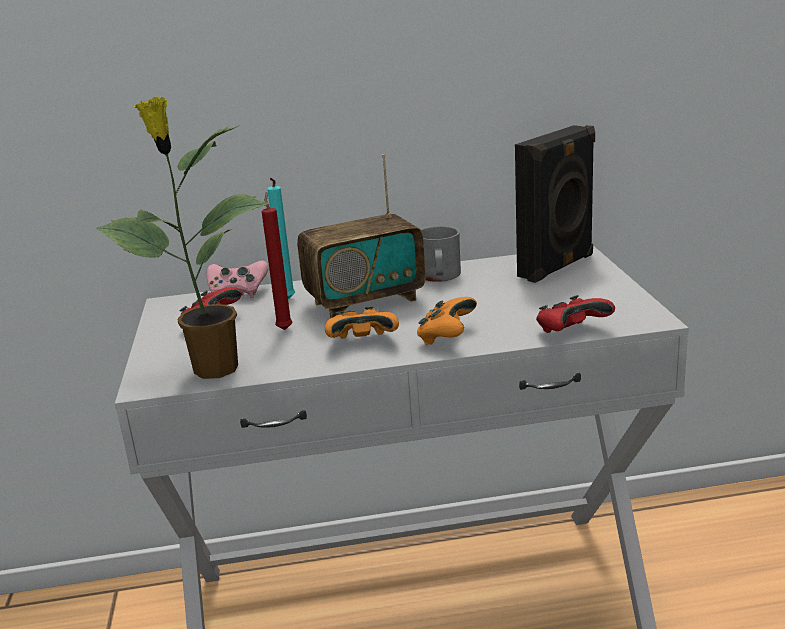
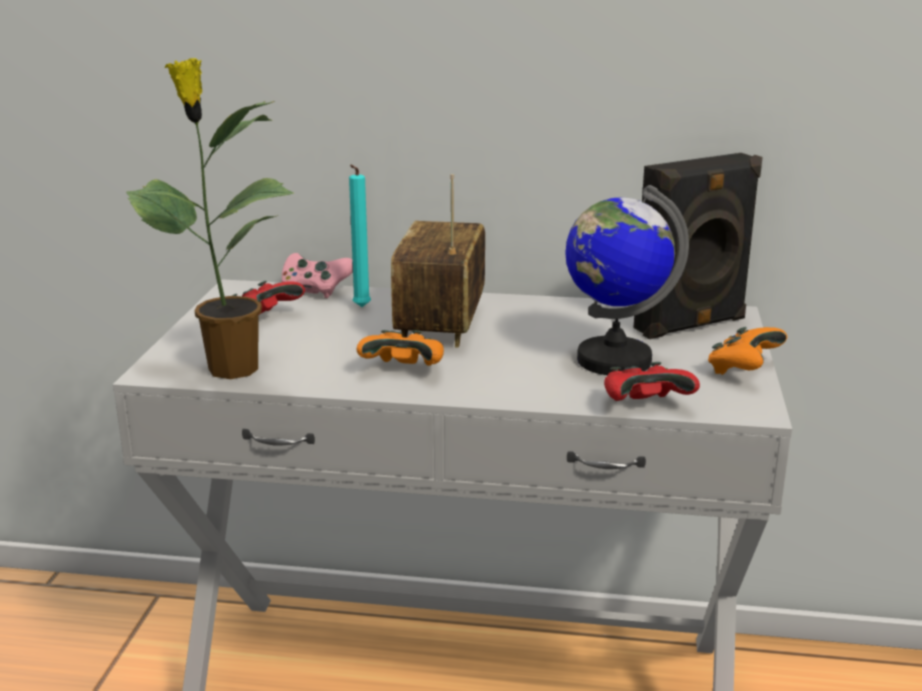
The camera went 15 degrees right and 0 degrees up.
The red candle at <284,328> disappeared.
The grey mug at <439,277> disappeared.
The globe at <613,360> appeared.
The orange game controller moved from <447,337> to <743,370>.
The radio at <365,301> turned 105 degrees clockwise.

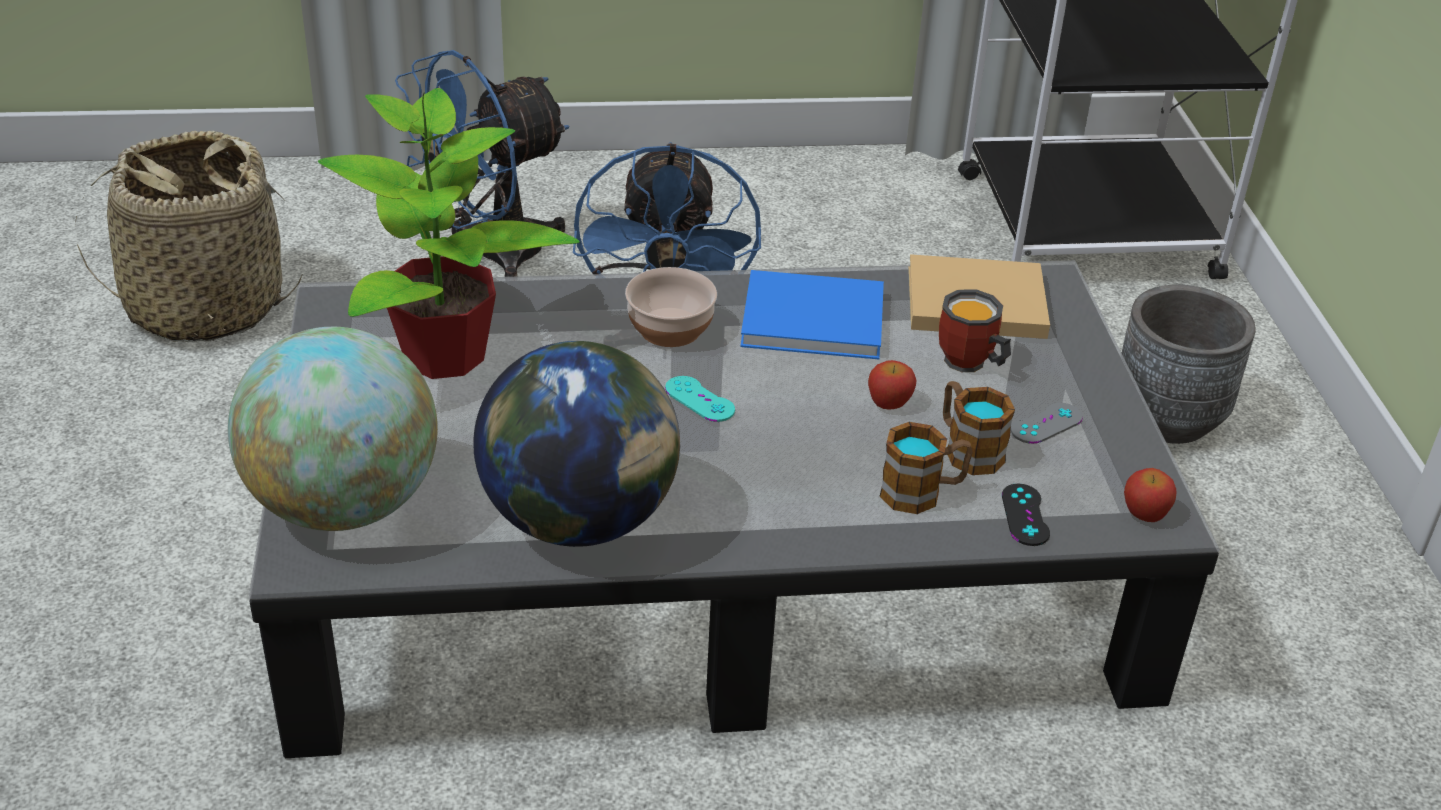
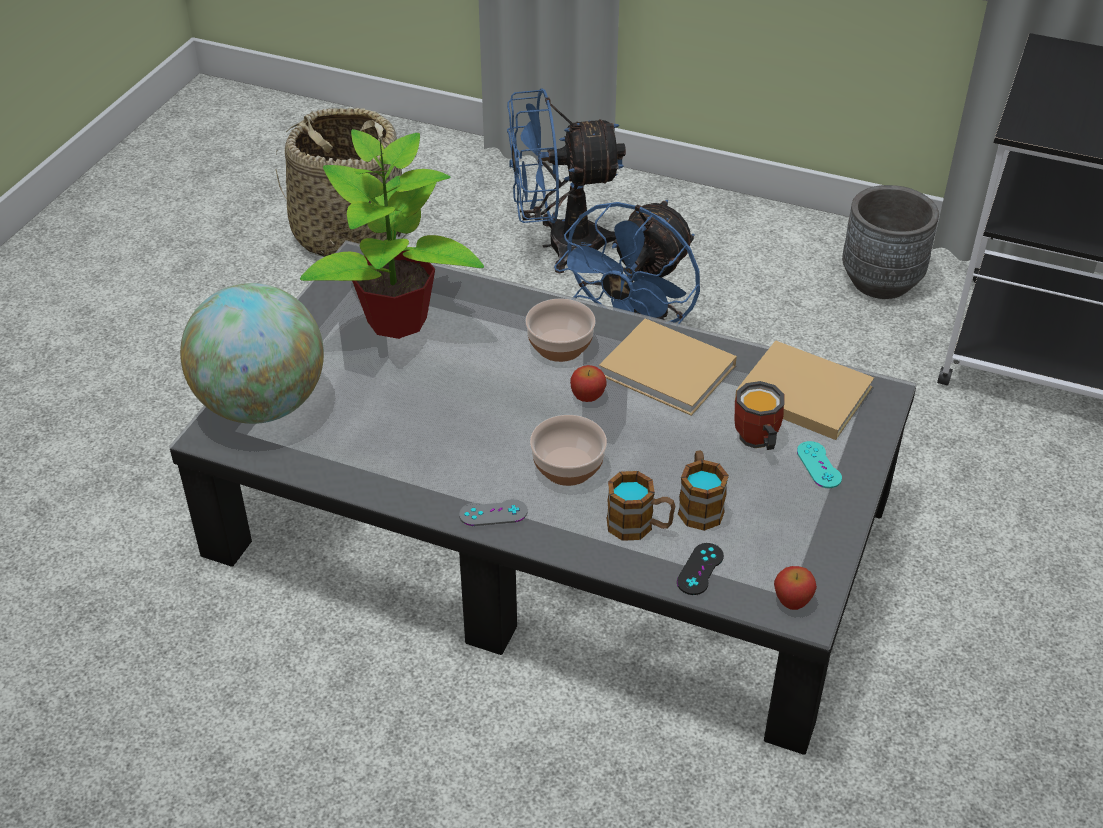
The camera went 30 degrees right and 5 degrees up.
The globe at <580,519> disappeared.
The bowl at <568,468> appeared.
The turquoise game controller moved from <699,399> to <819,465>.
The apple moved from <889,403> to <588,396>.
The grey game controller moved from <1046,424> to <493,513>.
The grey planter moved from <1168,418> to <881,281>.
The blue book at <817,320> became the beige book at <670,372>.

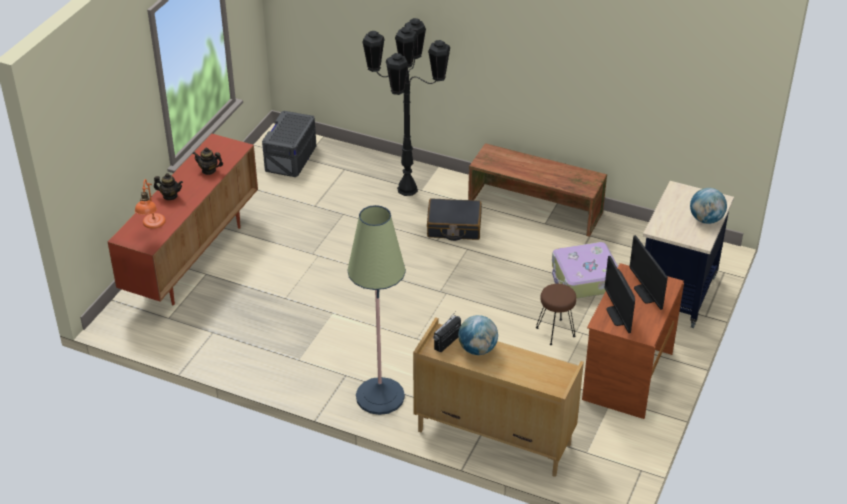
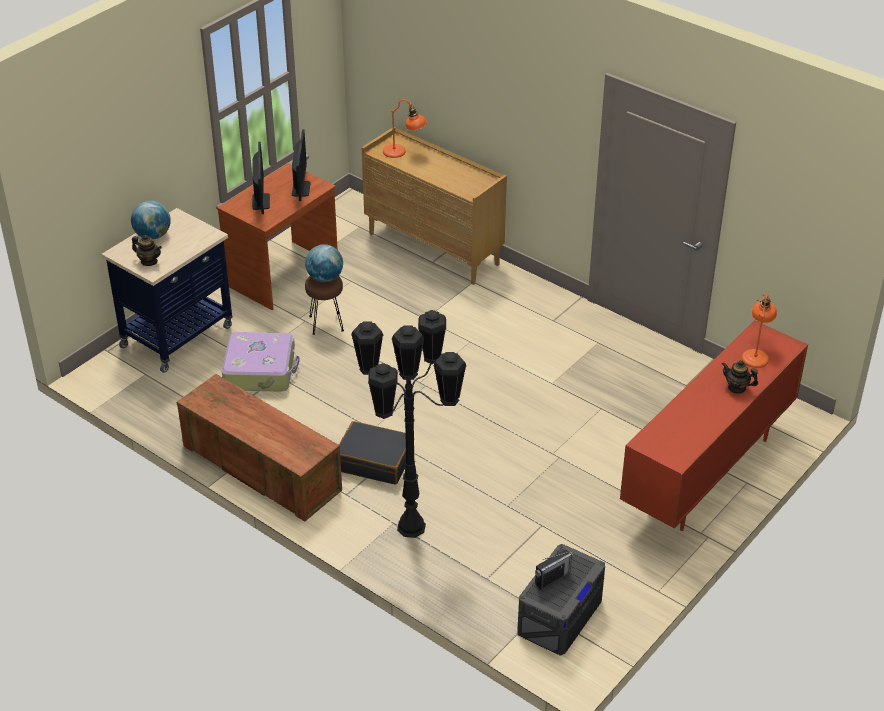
The camera went 165 degrees left and 0 degrees up.
The floor lamp at <380,396> disappeared.
The orange table lamp at <404,152> appeared.
The teapot moved from <209,170> to <149,261>.
The radio moved from <447,342> to <552,578>.
The globe moved from <477,349> to <325,278>.

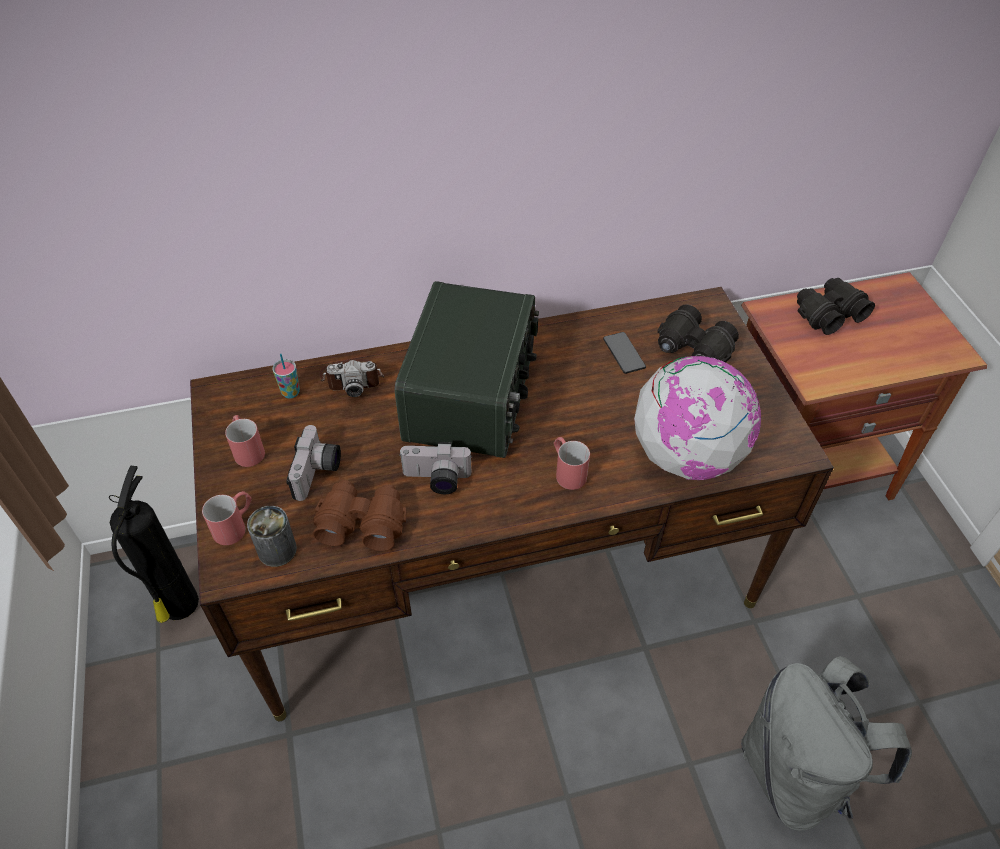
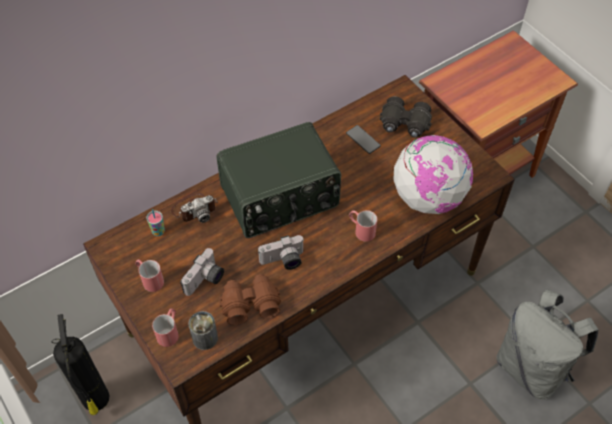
The camera went 20 degrees left and 5 degrees up.
The black binoculars at <828,313> disappeared.
The photo camera at <318,473> turned 45 degrees clockwise.
The radio at <473,396> turned 75 degrees clockwise.

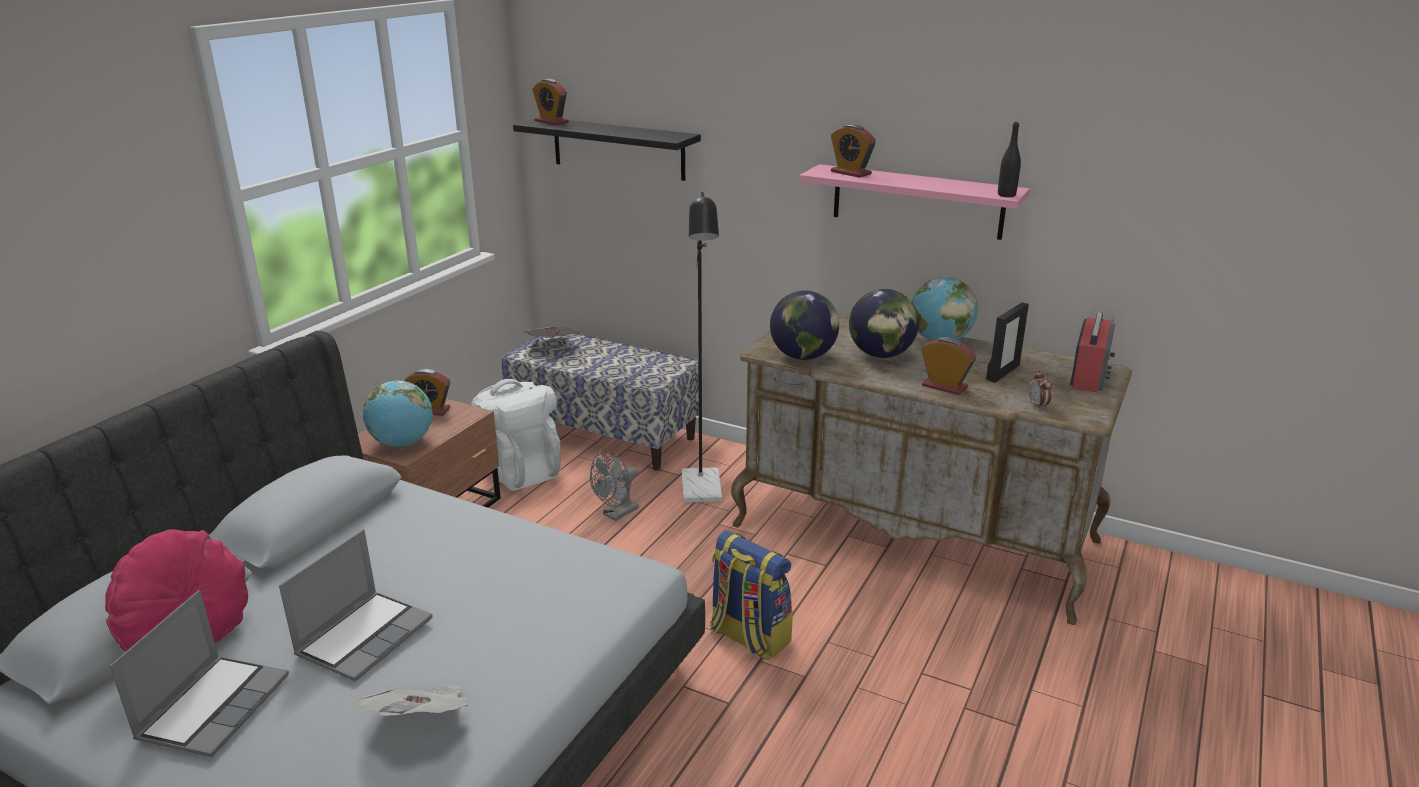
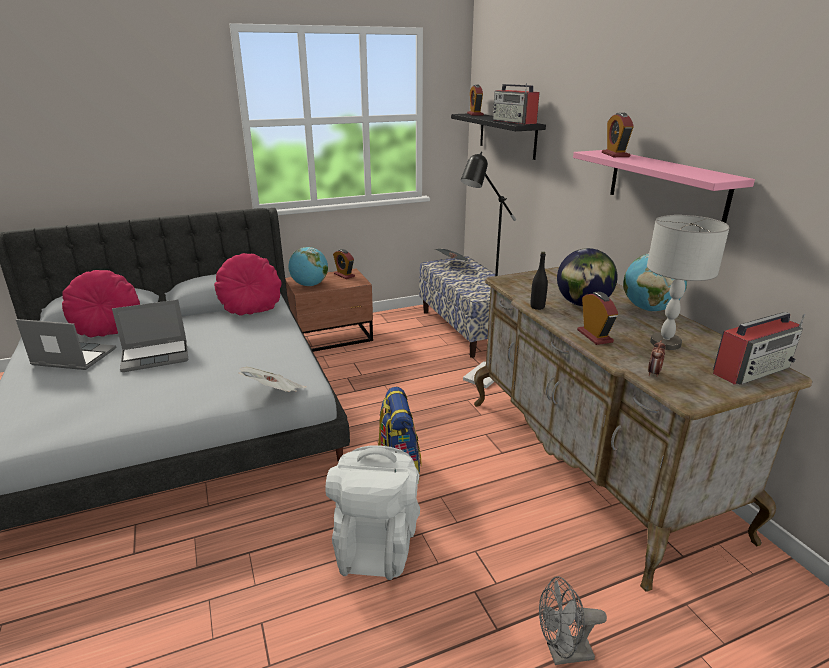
The camera went 40 degrees right and 0 degrees up.
The globe at <803,356> disappeared.
The pink pillow at <252,311> appeared.
The radio at <514,122> appeared.
The newspaper moved from <422,721> to <275,394>.
The white backpack moved from <519,470> to <376,543>.
The grey fan moved from <617,514> to <563,653>.
The black bottle moved from <1006,195> to <537,307>.
The picture frame at <1003,372> was replaced by the grey table lamp at <665,343>.
The laptop at <214,706> turned 135 degrees counterclockwise.

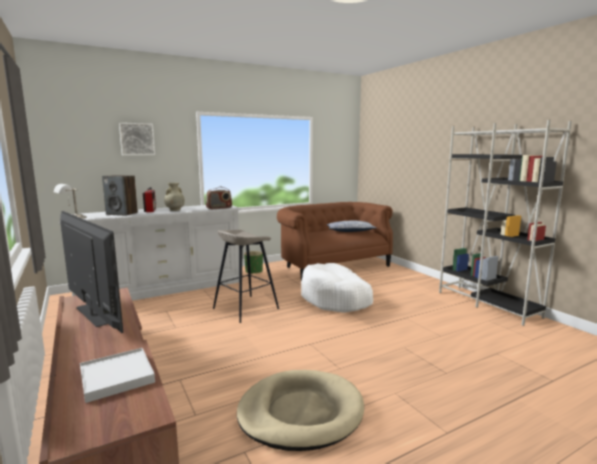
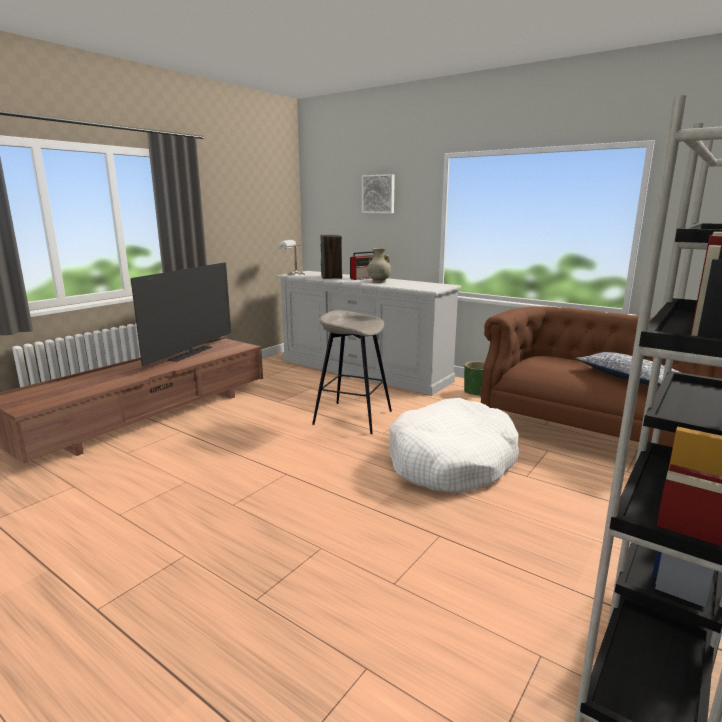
The camera went 65 degrees right and 5 degrees up.
The white tray at <116,377> disappeared.
The radio at <219,208> disappeared.
The beige dog bed at <300,413> disappeared.

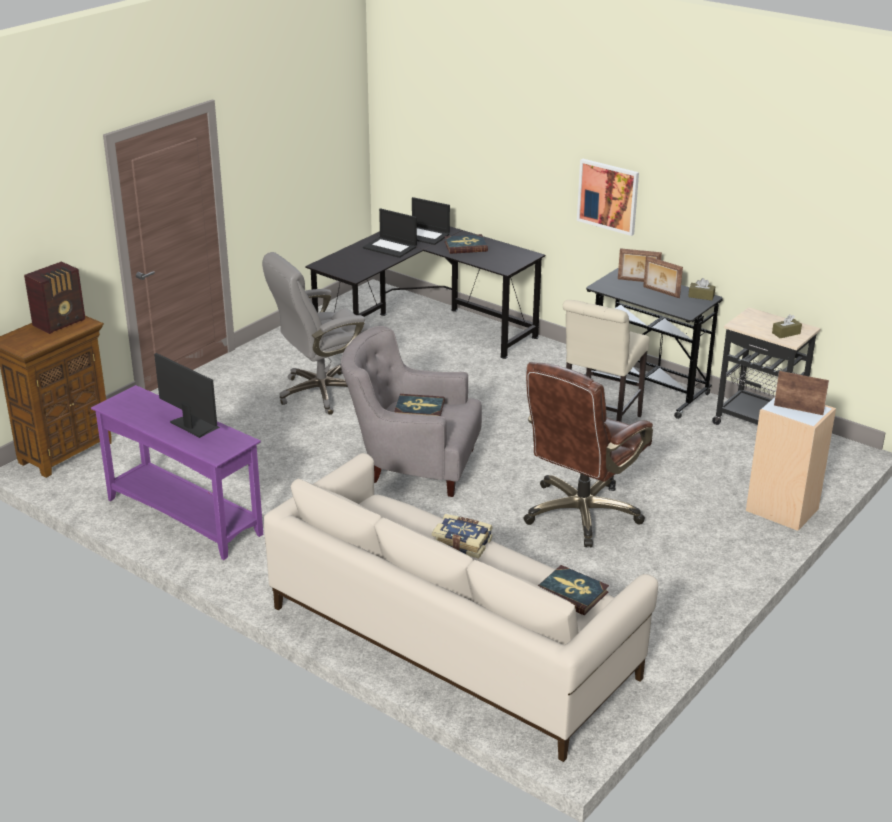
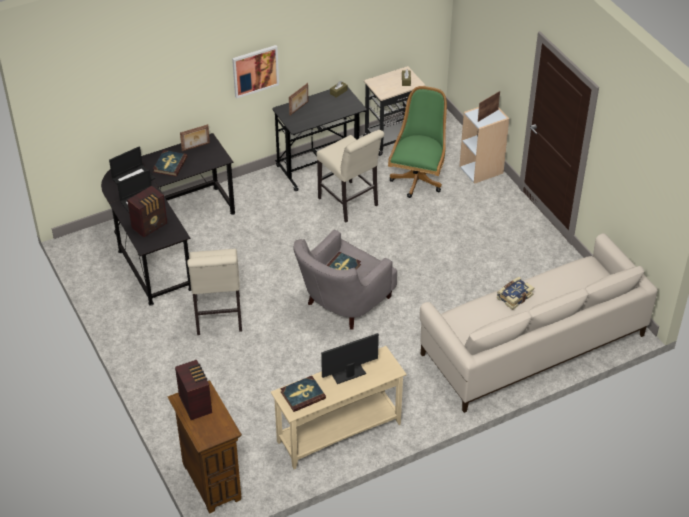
The camera went 65 degrees left and 15 degrees up.
The brown office chair at <582,512> disappeared.
The radio at <150,225> appeared.
The green office chair at <418,178> appeared.
The book moved from <572,593> to <302,395>.
The picture frame moved from <660,292> to <196,147>.
The grey office chair at <323,392> was replaced by the beige stool at <218,318>.
The purple console table at <183,517> became the beige console table at <338,433>.

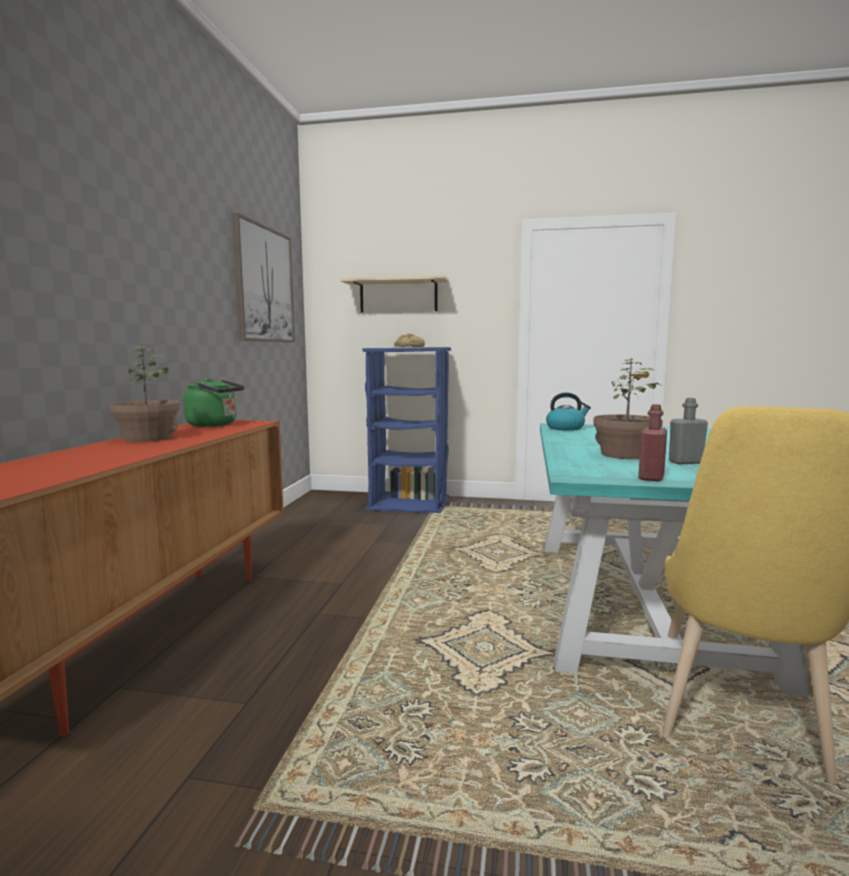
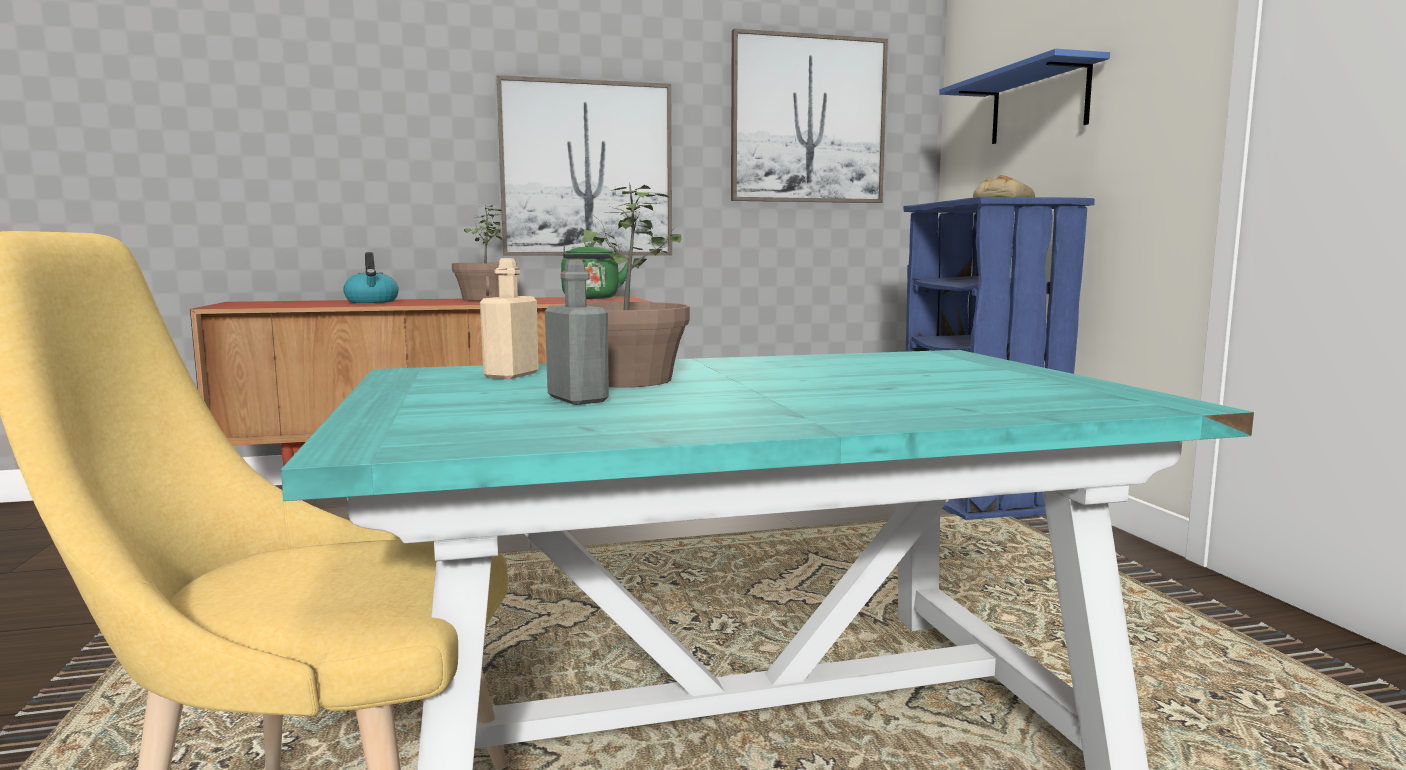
The camera went 65 degrees right and 0 degrees up.
The red bottle at <651,477> disappeared.
The beige bottle at <511,375> appeared.
The picture at <587,169> appeared.
The kettle moved from <565,428> to <372,301>.
The beige shelf at <398,296> became the blue shelf at <1039,104>.

